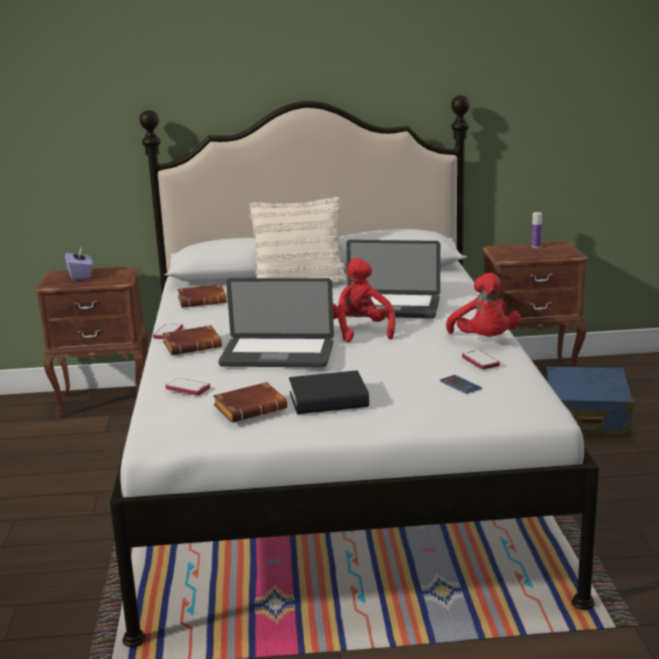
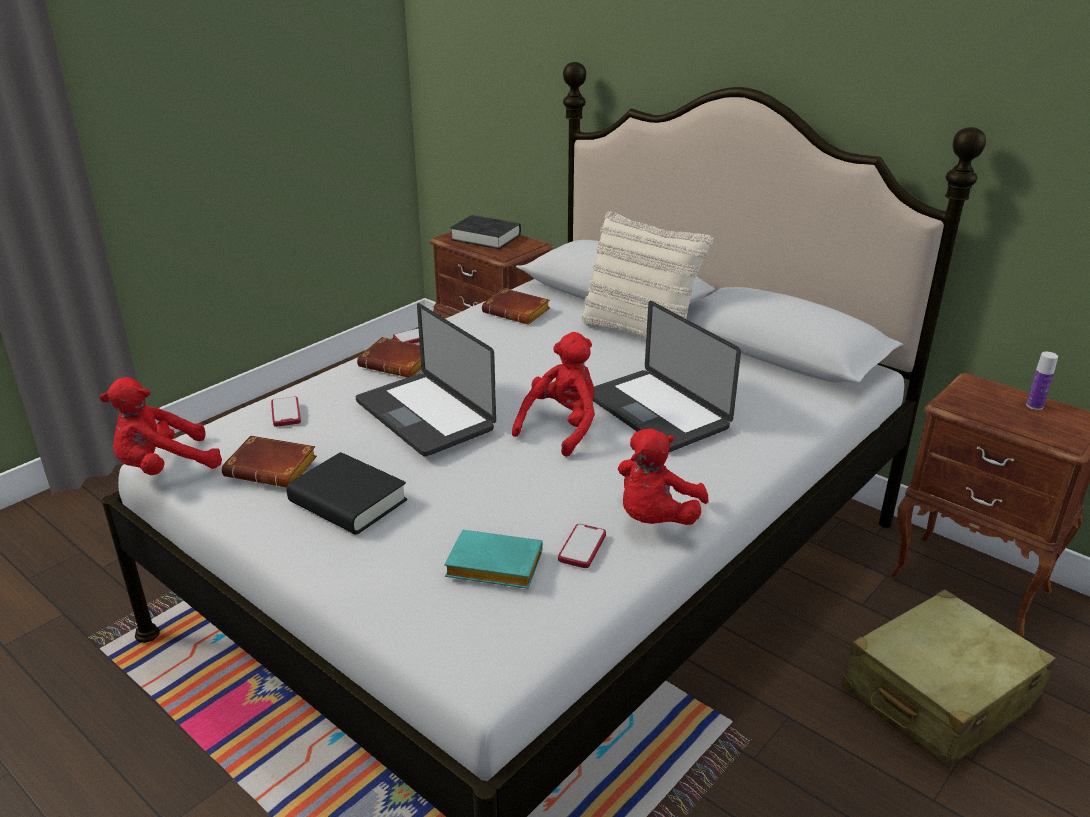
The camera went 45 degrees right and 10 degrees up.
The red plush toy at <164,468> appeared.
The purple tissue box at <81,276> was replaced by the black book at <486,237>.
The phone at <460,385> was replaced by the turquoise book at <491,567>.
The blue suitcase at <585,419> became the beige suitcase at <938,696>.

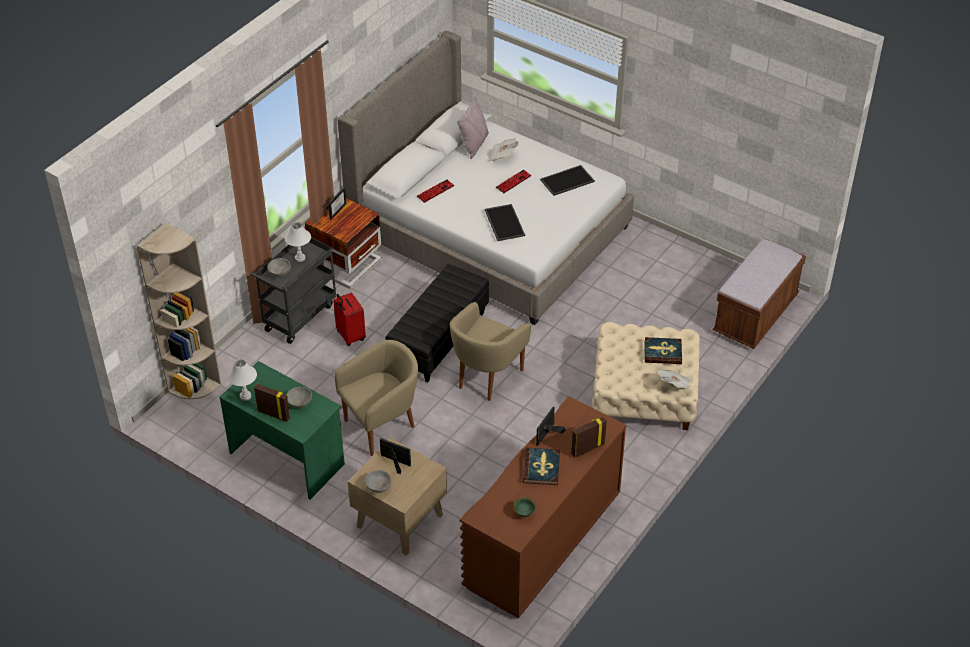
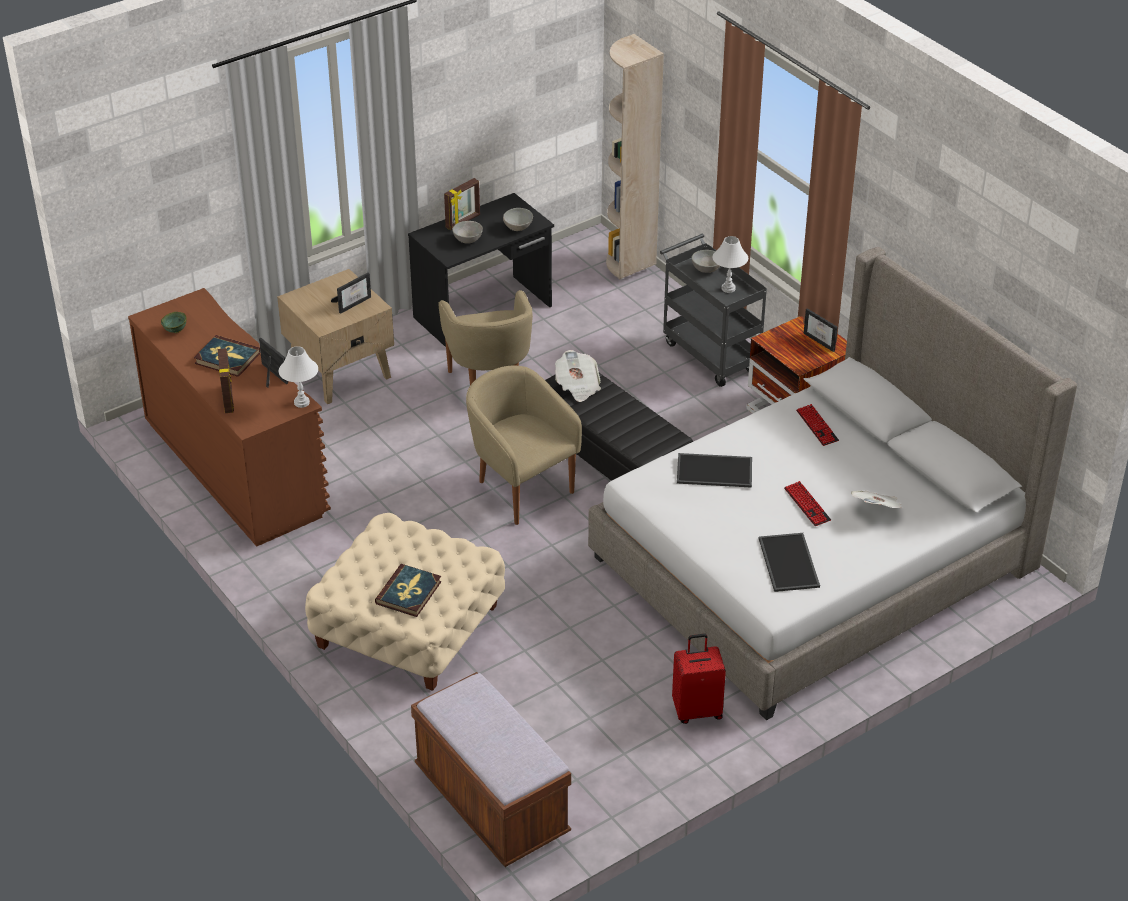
The camera went 110 degrees right and 5 degrees down.
The purple pillow at <474,145> disappeared.
The white table lamp moved from <245,396> to <301,403>.
The red suitcase moved from <350,336> to <697,710>.
The grey bowl moved from <378,487> to <518,228>.
The newspaper moved from <675,385> to <577,386>.
The green desk at <287,457> became the black desk at <484,312>.

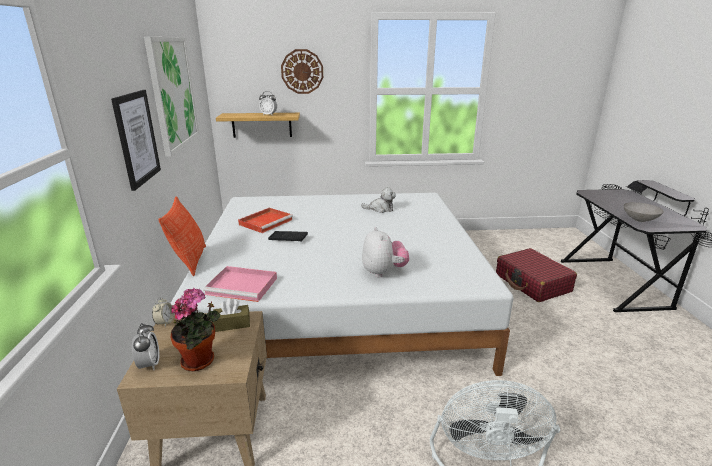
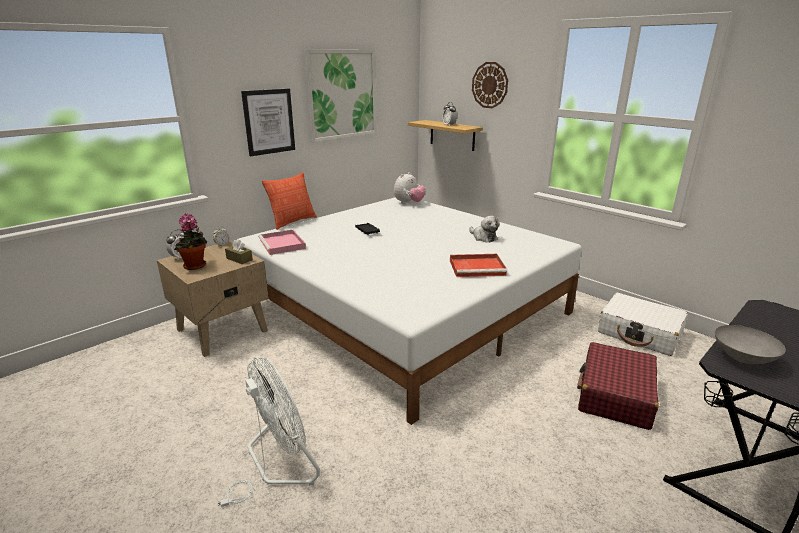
The camera went 50 degrees right and 0 degrees up.
The white suitcase at <639,333> appeared.
The red tray moved from <266,222> to <478,267>.
The plush toy moved from <383,272> to <409,203>.

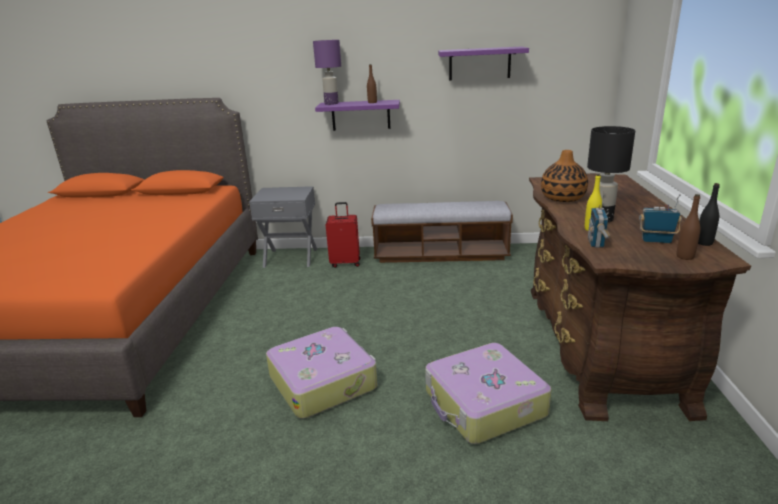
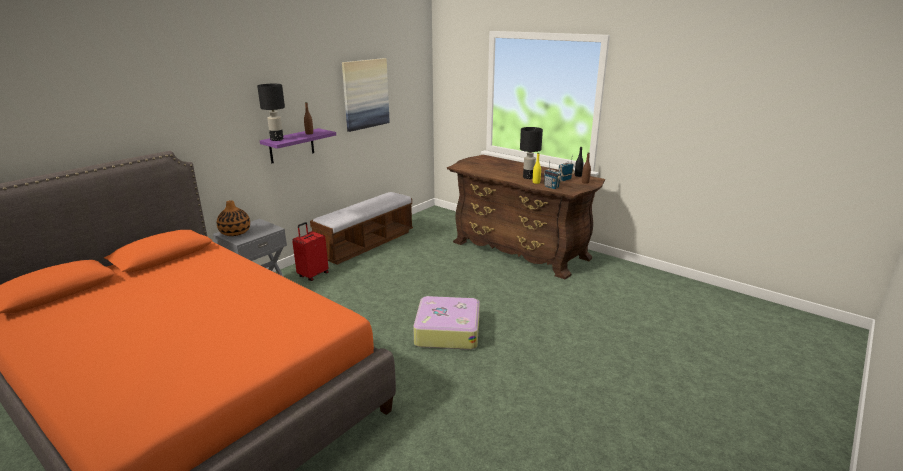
The camera went 55 degrees left and 0 degrees up.
The suitcase at <484,404> disappeared.
The vase moved from <562,198> to <235,232>.
The purple shelf at <479,63> was replaced by the picture at <365,94>.
The purple table lamp at <331,103> became the black table lamp at <276,139>.

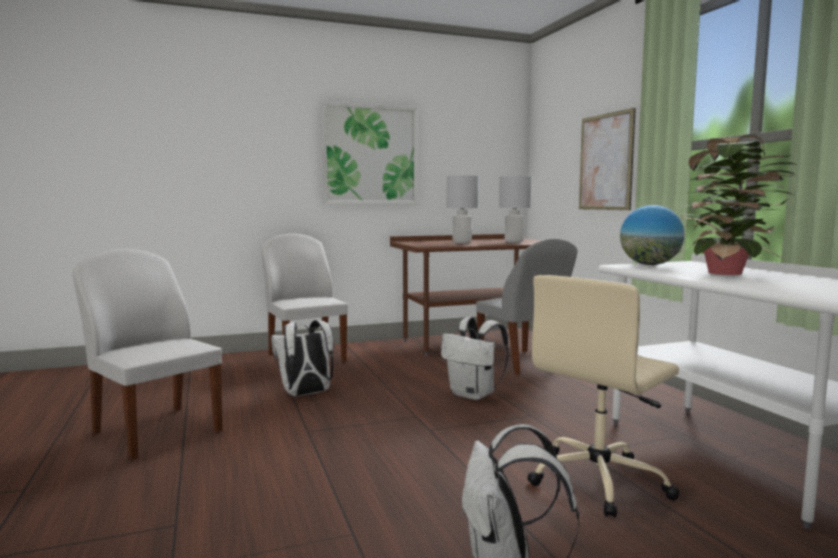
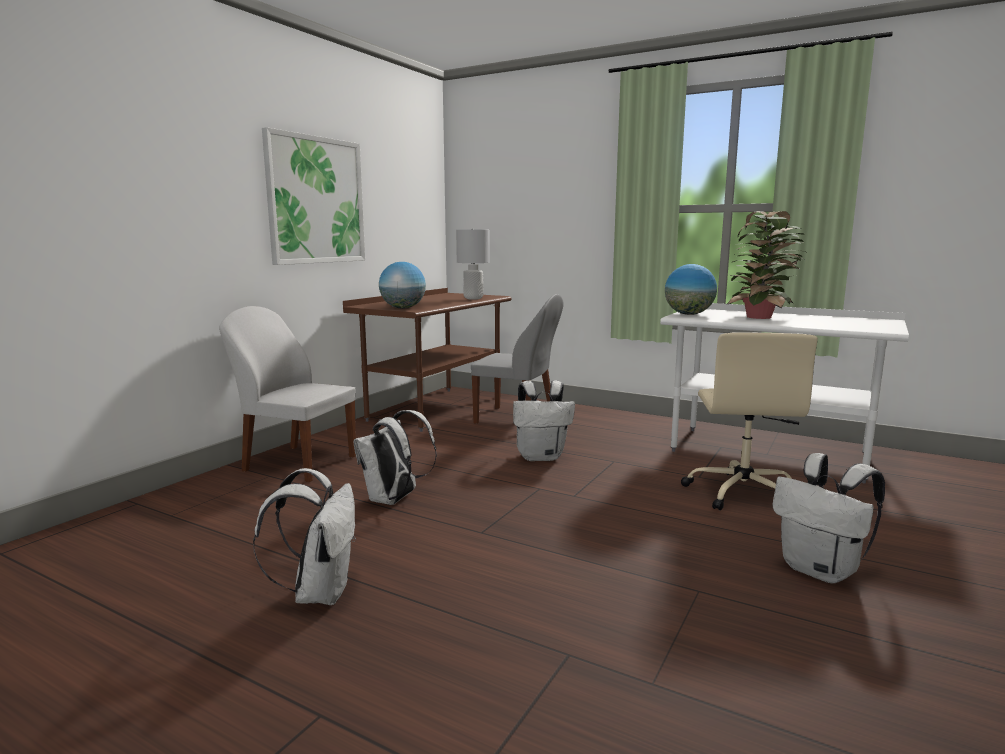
The camera went 40 degrees left and 5 degrees up.
The grey table lamp at <462,243> disappeared.
The picture at <605,162> disappeared.
The globe at <403,308> appeared.
The white chair at <156,431> was replaced by the white backpack at <319,592>.

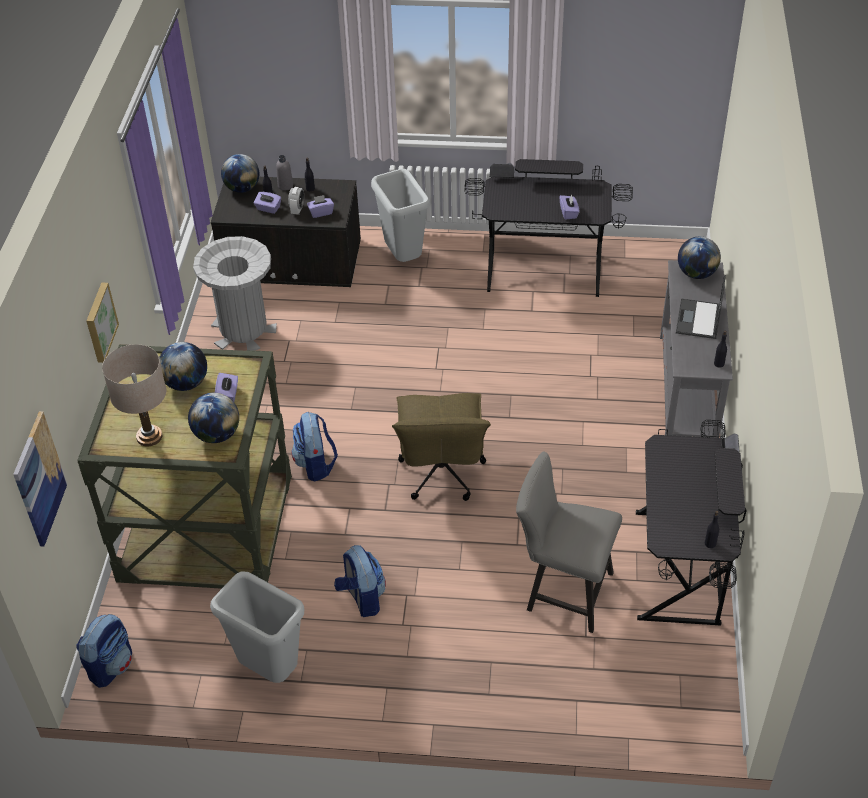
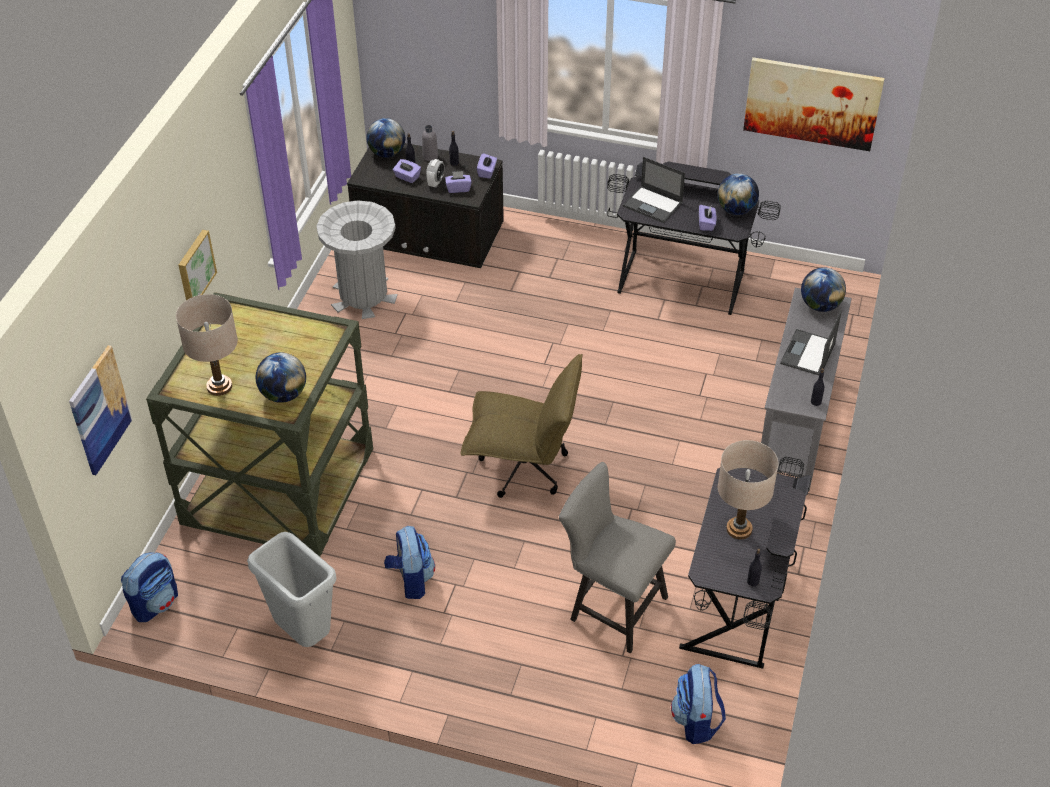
The camera went 10 degrees right and 0 degrees up.
The grey trash can at <402,258> disappeared.
The laptop at <653,204> appeared.
The beige table lamp at <739,529> appeared.
The picture at <812,103> appeared.
The globe moved from <186,383> to <736,210>.
The purple tissue box moved from <228,395> to <487,172>.
The backpack moved from <316,464> to <696,721>.
The beige office chair at <441,471> turned 90 degrees counterclockwise.

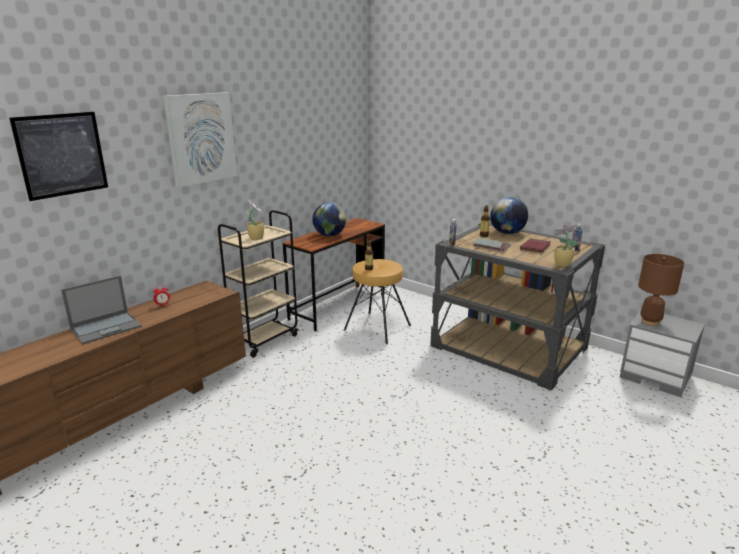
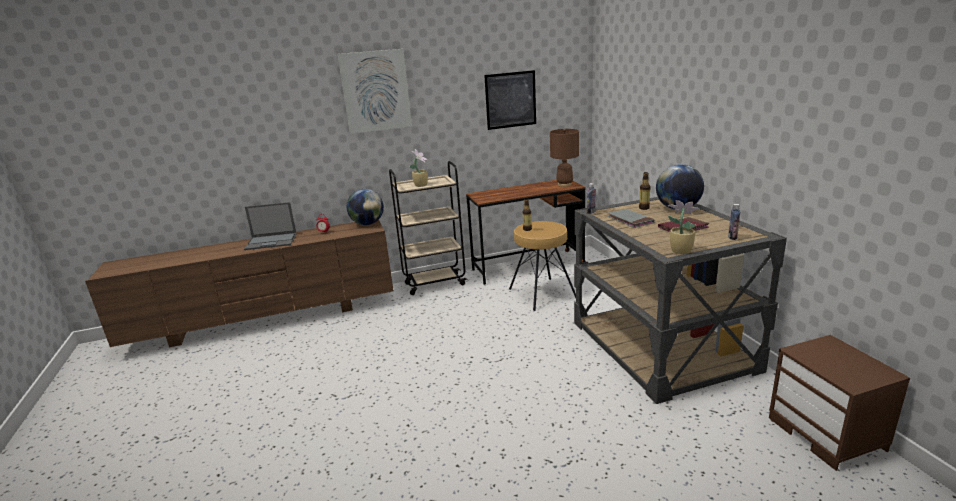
The camera went 35 degrees right and 0 degrees up.
The picture moved from <62,155> to <510,100>.
The globe moved from <329,235> to <367,224>.
The brown table lamp moved from <650,321> to <564,185>.
The grey nightstand at <656,377> became the brown nightstand at <827,434>.

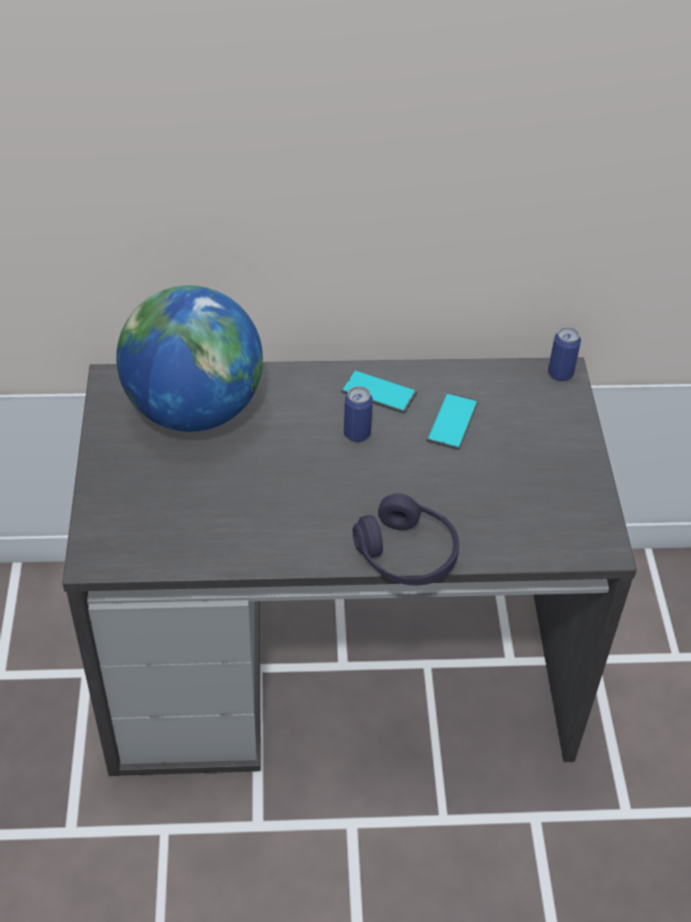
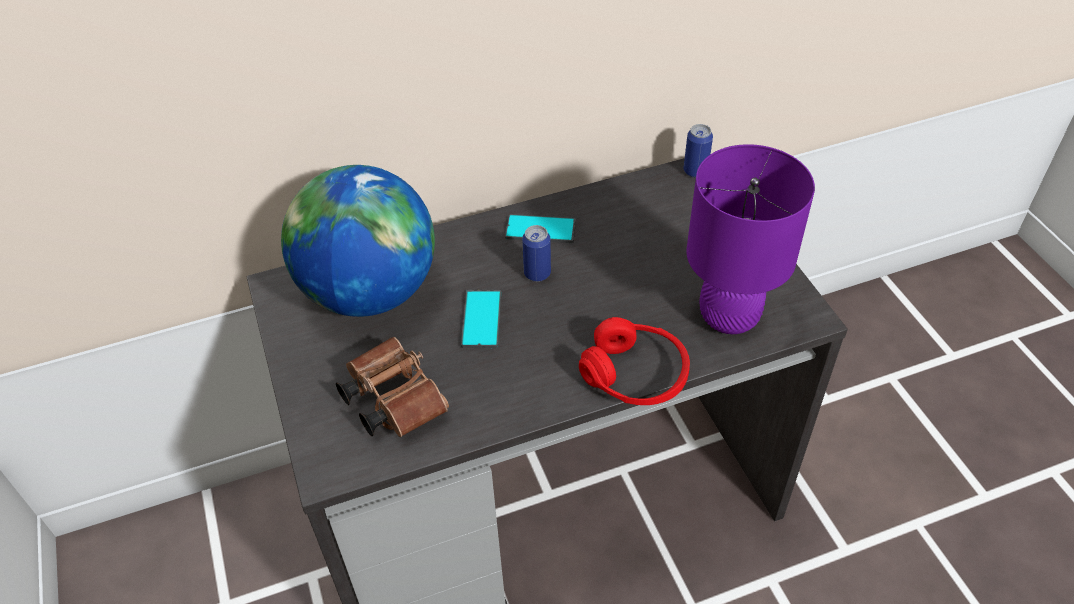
The camera went 15 degrees left and 0 degrees up.
The brown binoculars at <391,399> appeared.
The purple table lamp at <726,317> appeared.
The phone moved from <452,421> to <481,319>.
The purple headphones at <406,554> became the red headphones at <635,375>.

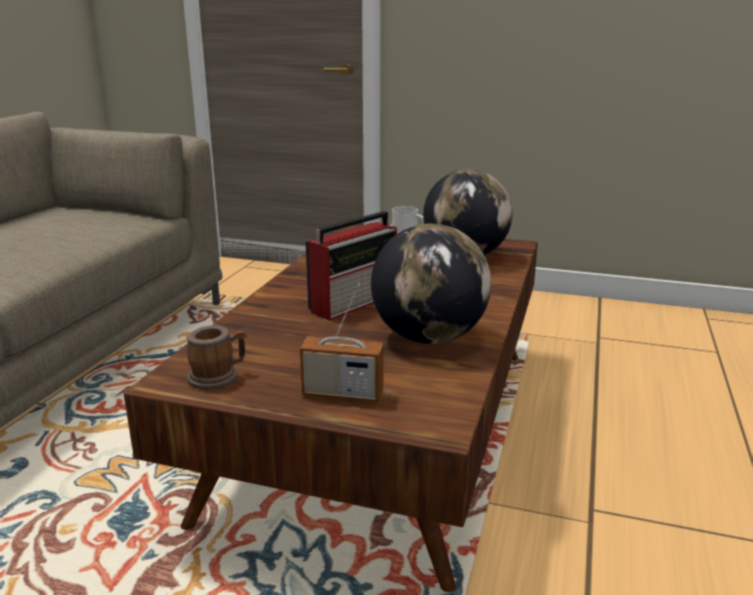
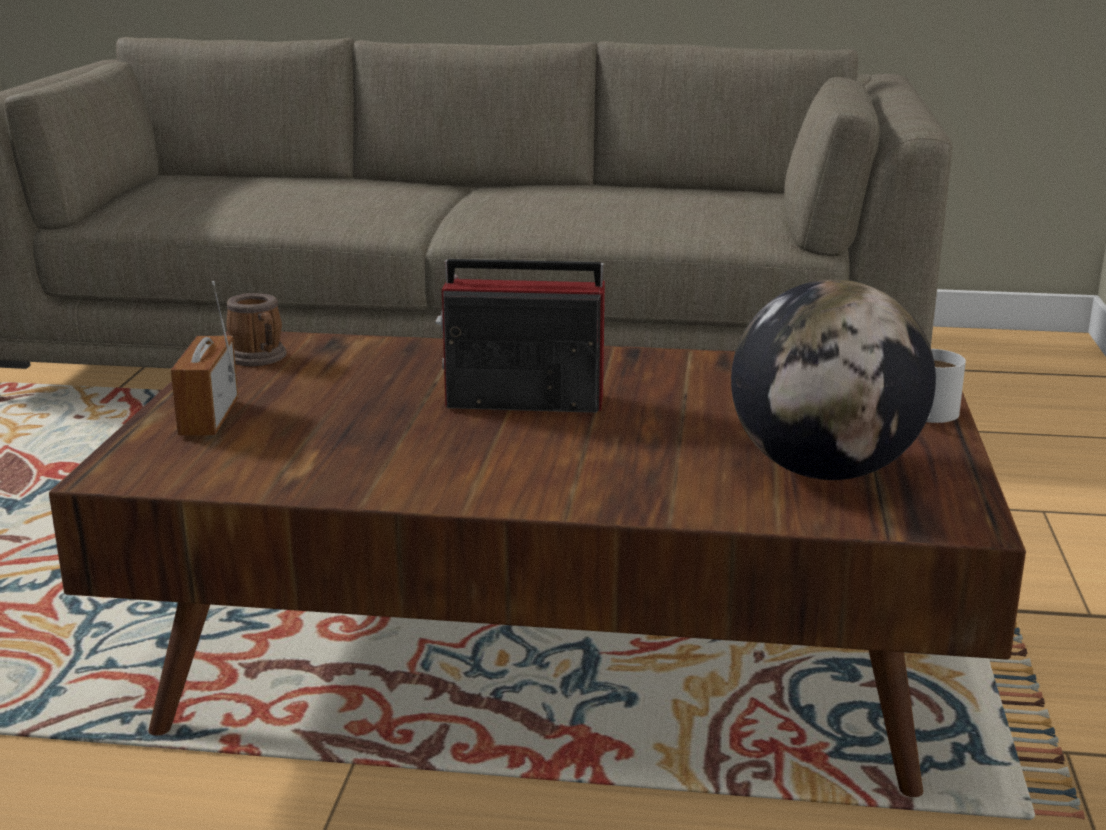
The camera went 80 degrees right and 0 degrees up.
The globe at <429,338> disappeared.
The radio at <355,302> turned 150 degrees clockwise.

